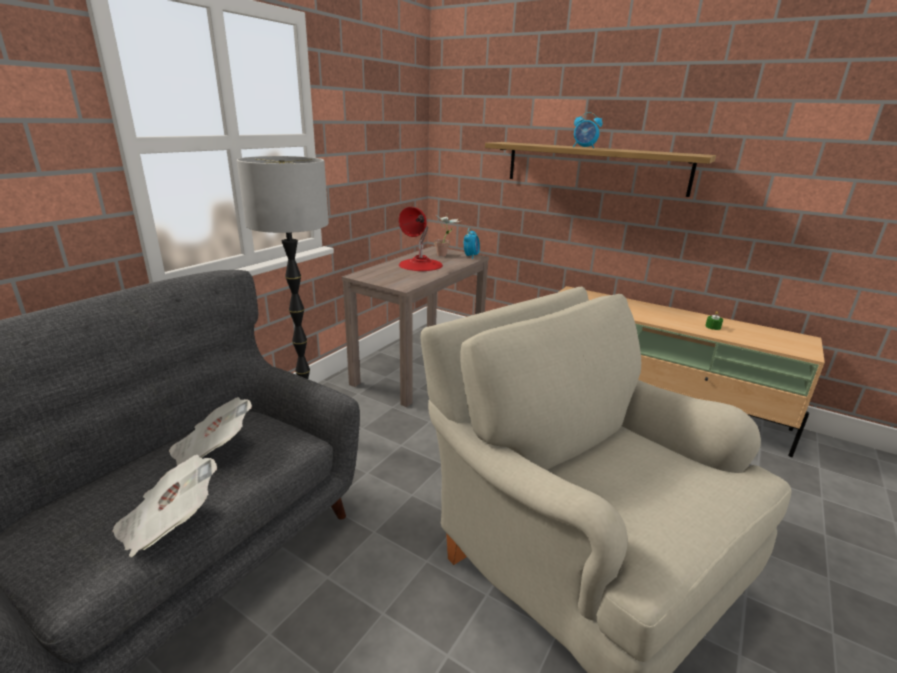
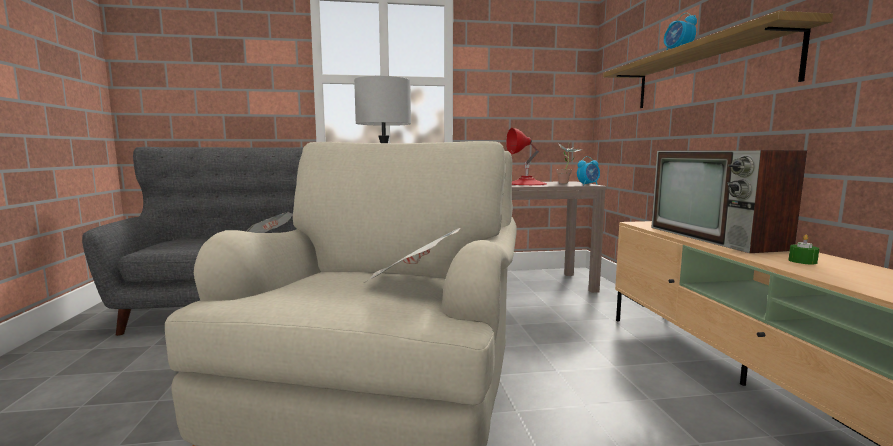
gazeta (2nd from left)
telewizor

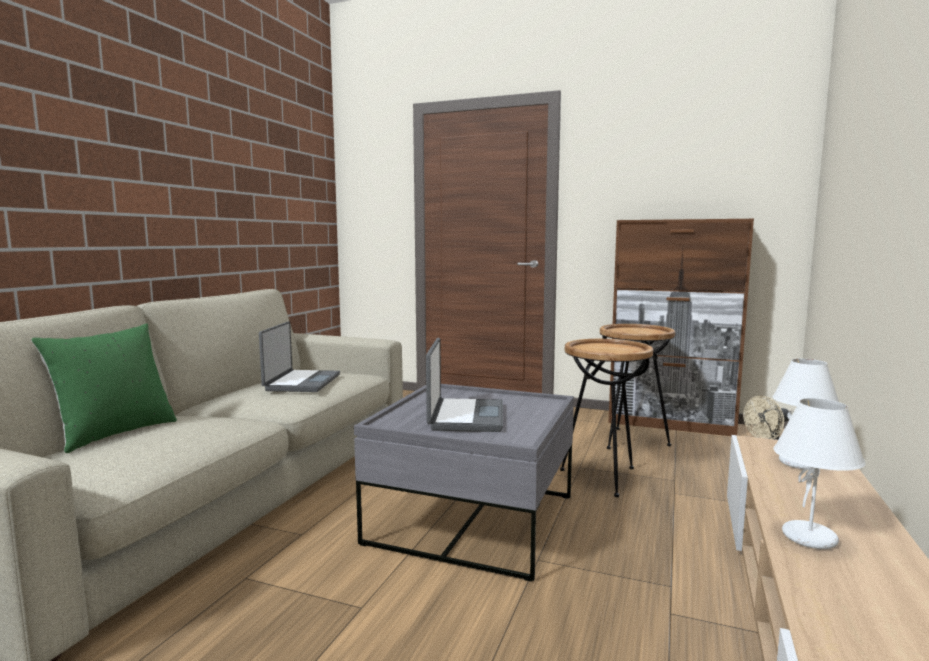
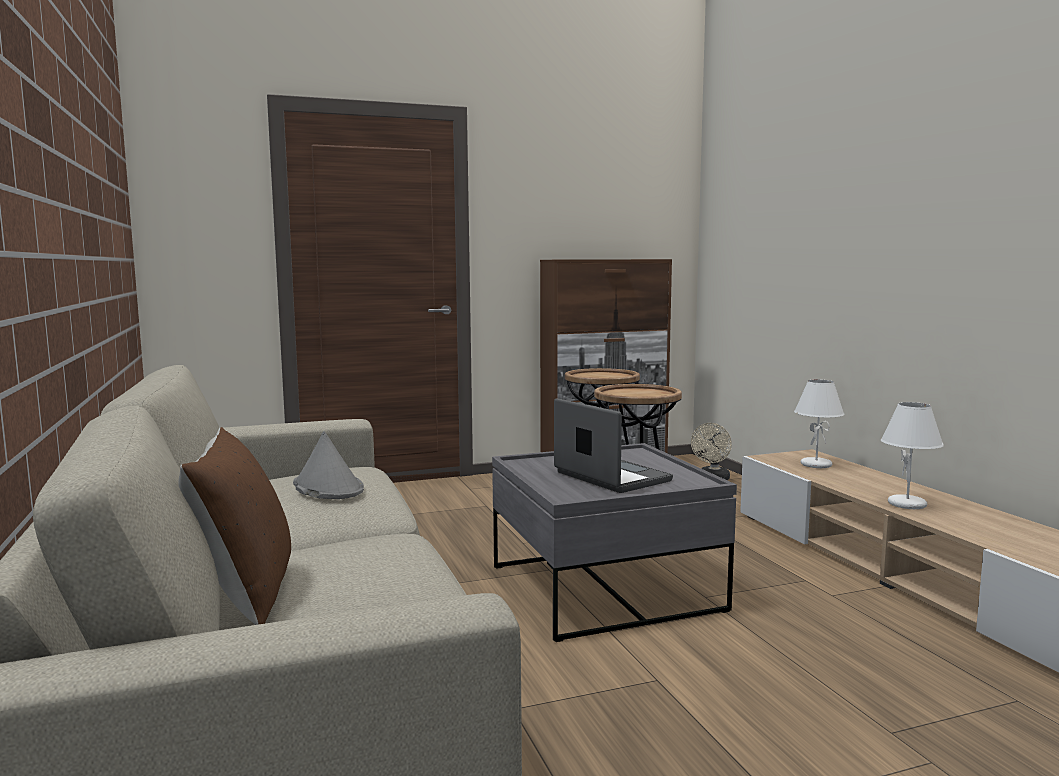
poduszka [brązowy]
kapelusz [szary]

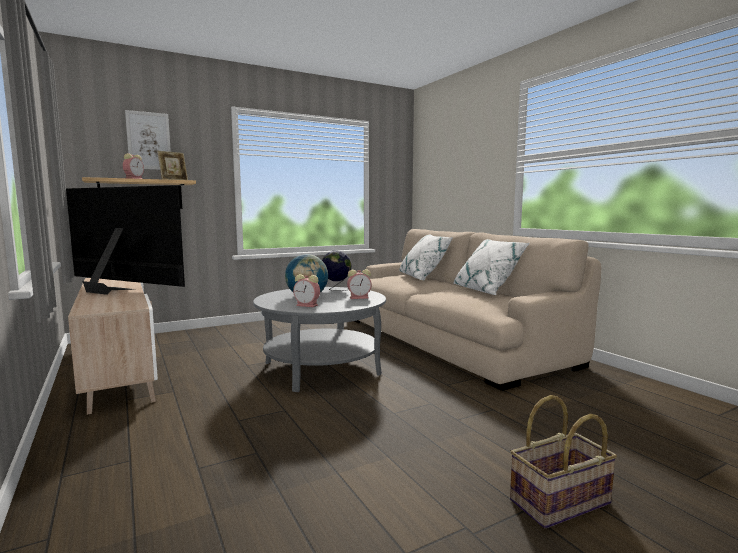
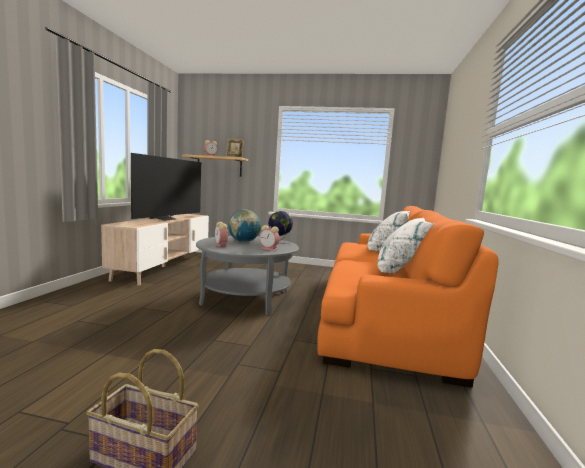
telewizor
obraz
kanapa [pomarańczowy]

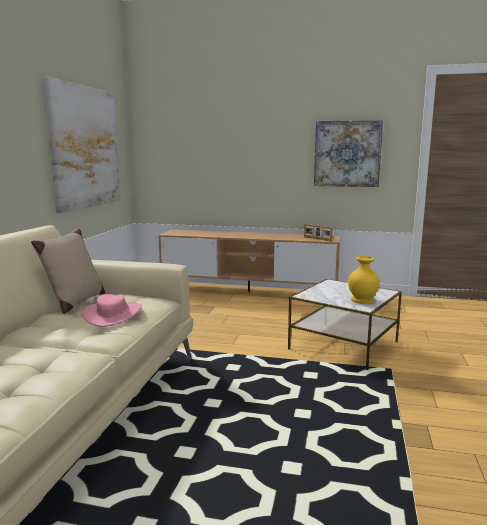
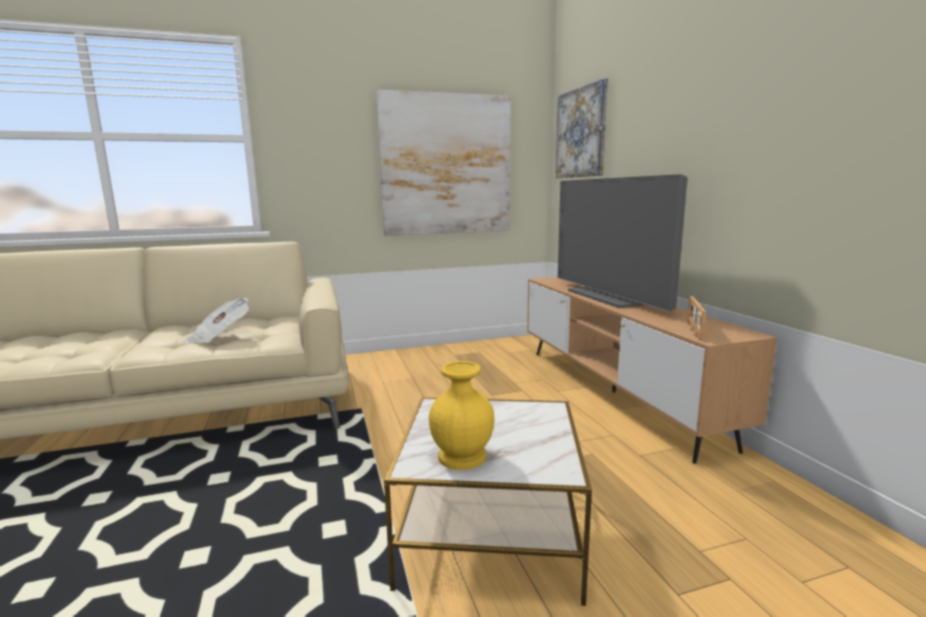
poduszka [beżowy]
gazeta
obraz (2nd from left)
telewizor

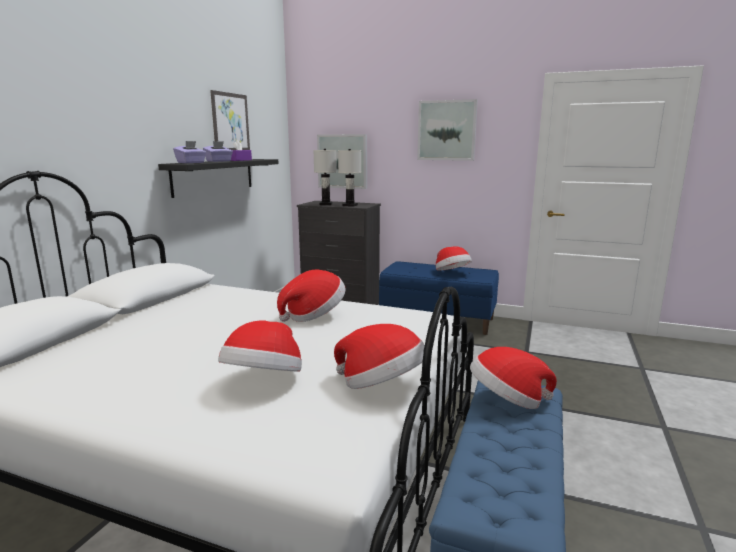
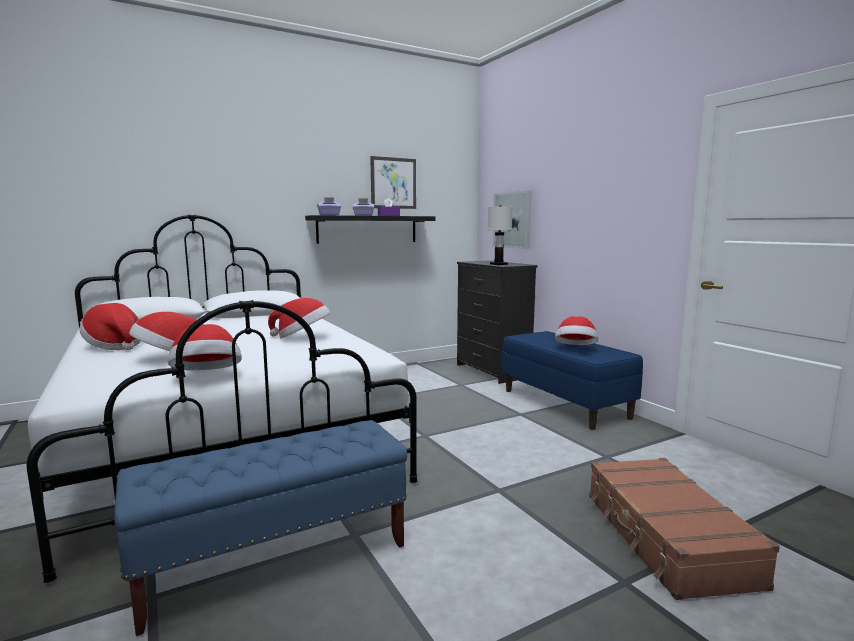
lampa stołowa [biały] (1st from left in the first image)
obraz (3rd from left in the first image)
kapelusz (1st from left)
walizka [brązowy]

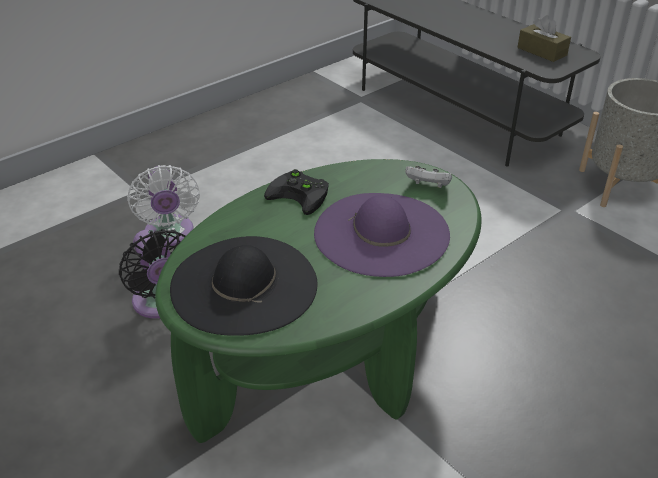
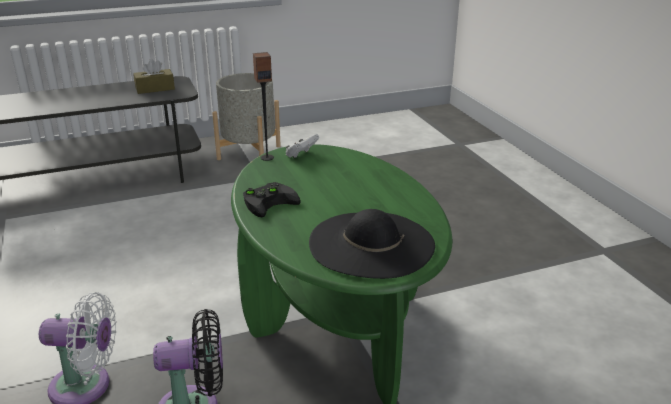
kapelusz [fioletowy]
głośnik

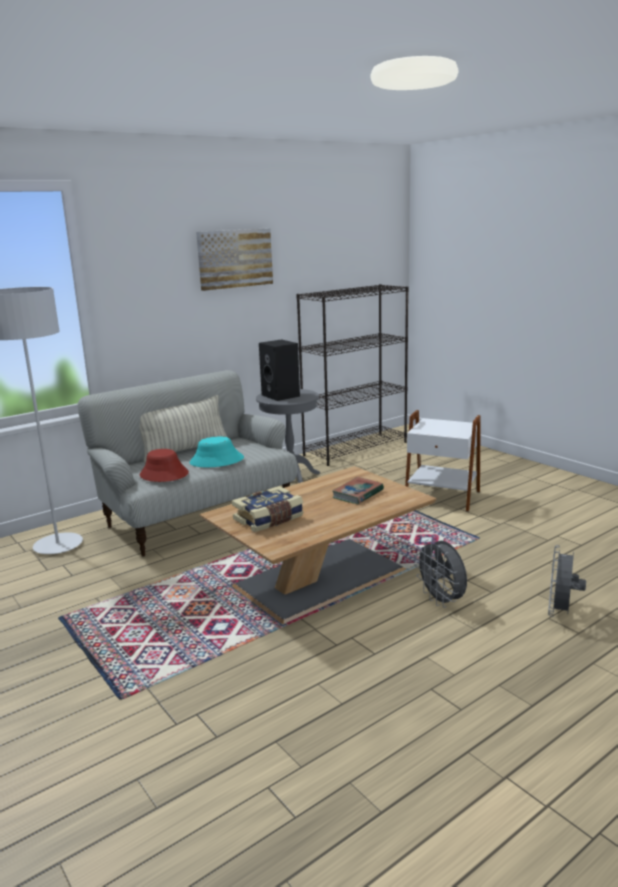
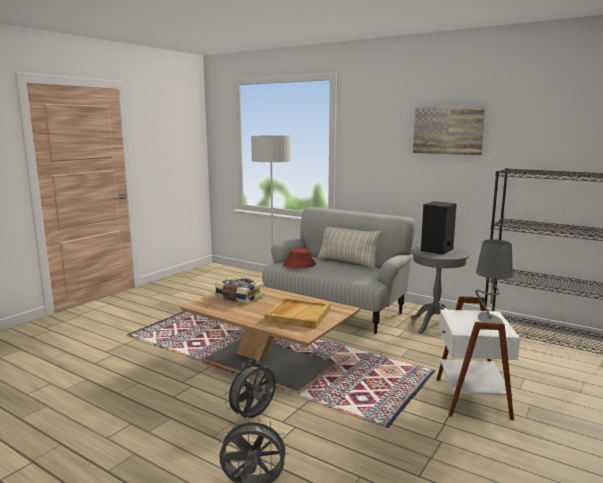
kapelusz [turkusowy]
taca [beżowy]
lampa stołowa [szary]

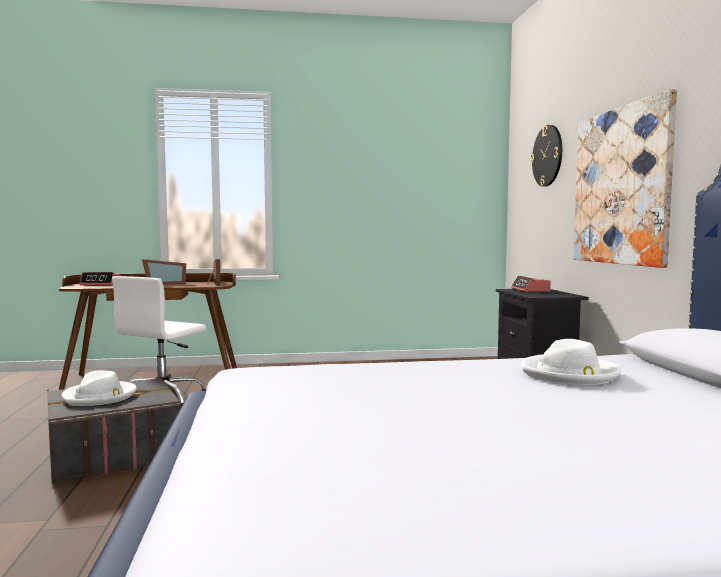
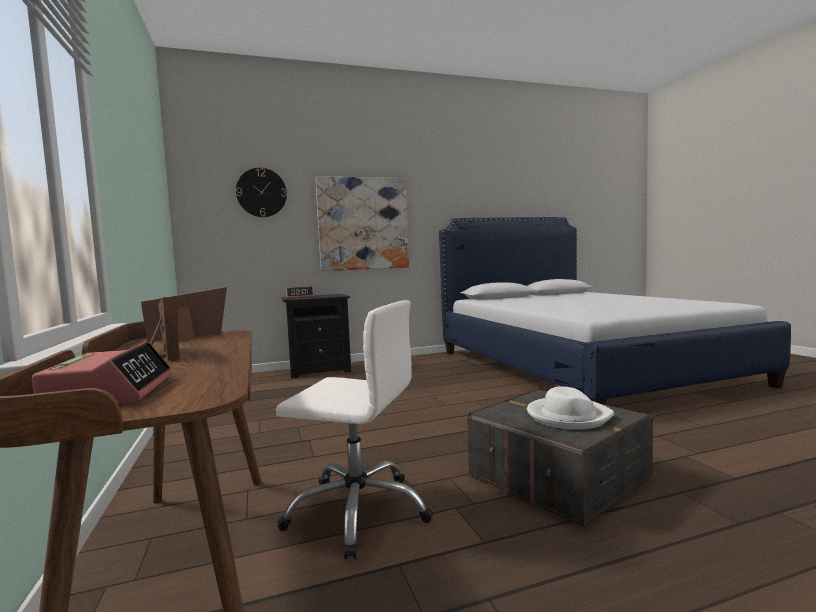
kapelusz [biały] (2nd from left in the first image)

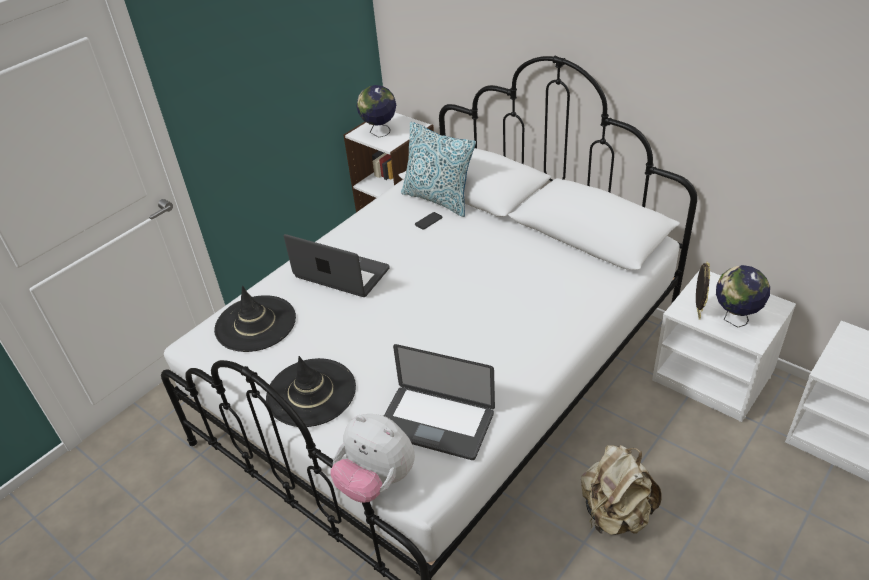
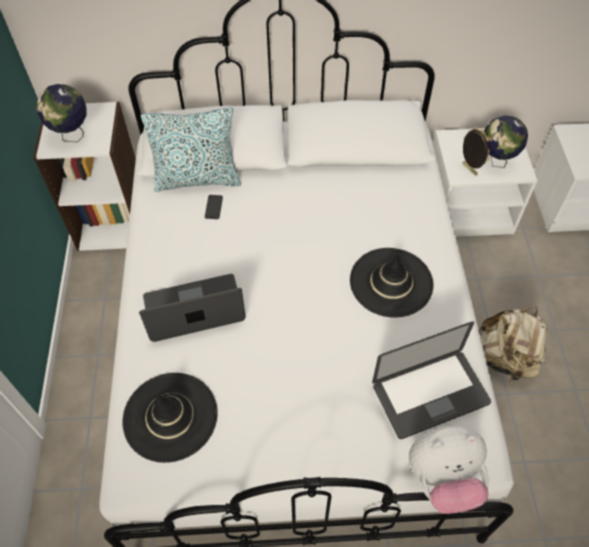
kapelusz [czarny] (2nd from left)

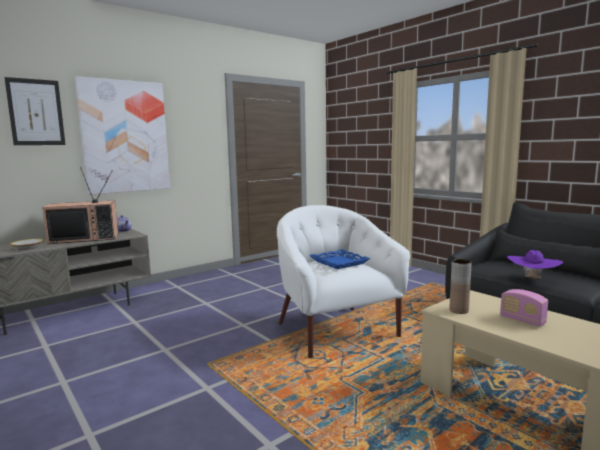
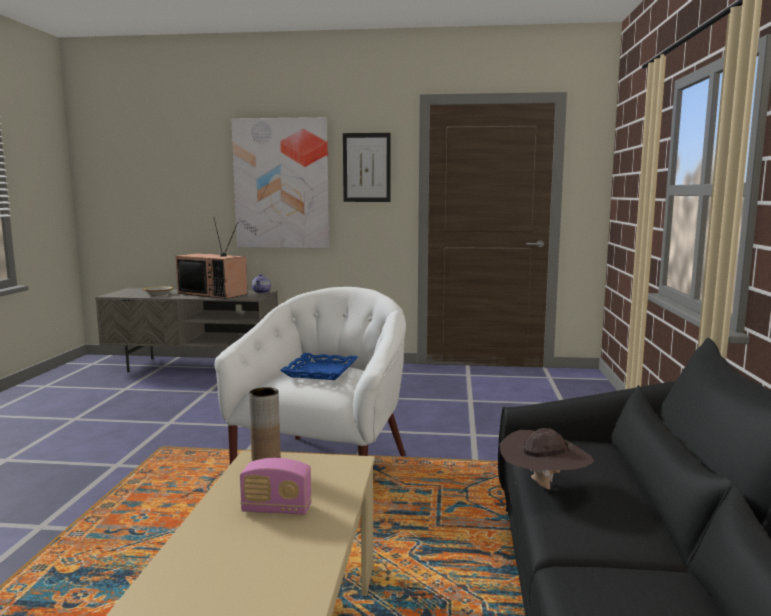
obraz (2nd from left)
radio
kapelusz [brązowy]

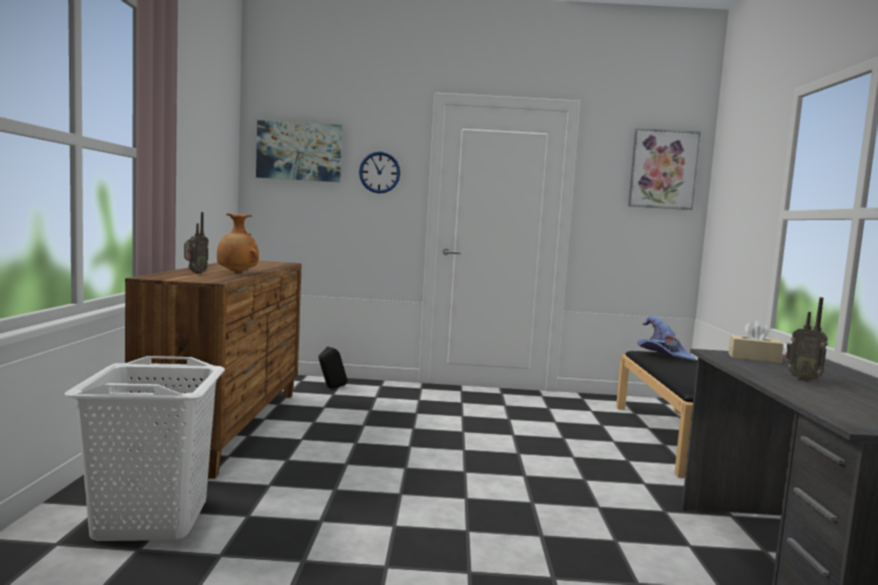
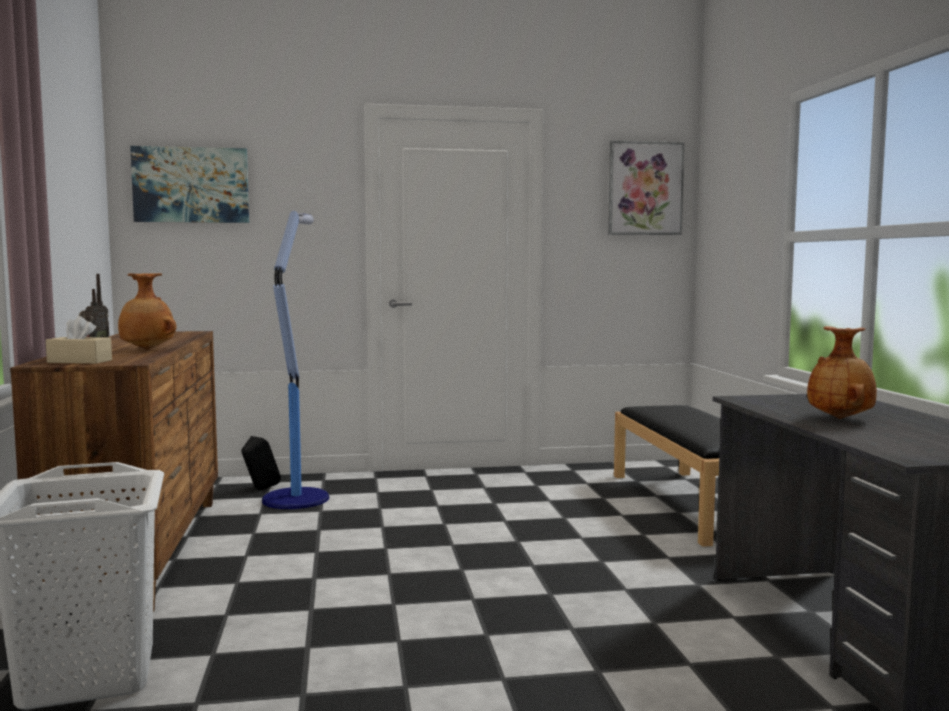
zegar ścienny
kapelusz [fioletowy]
pudełko chusteczek [beżowy]
wazon [brązowy] (2nd from left)
lampa stojąca

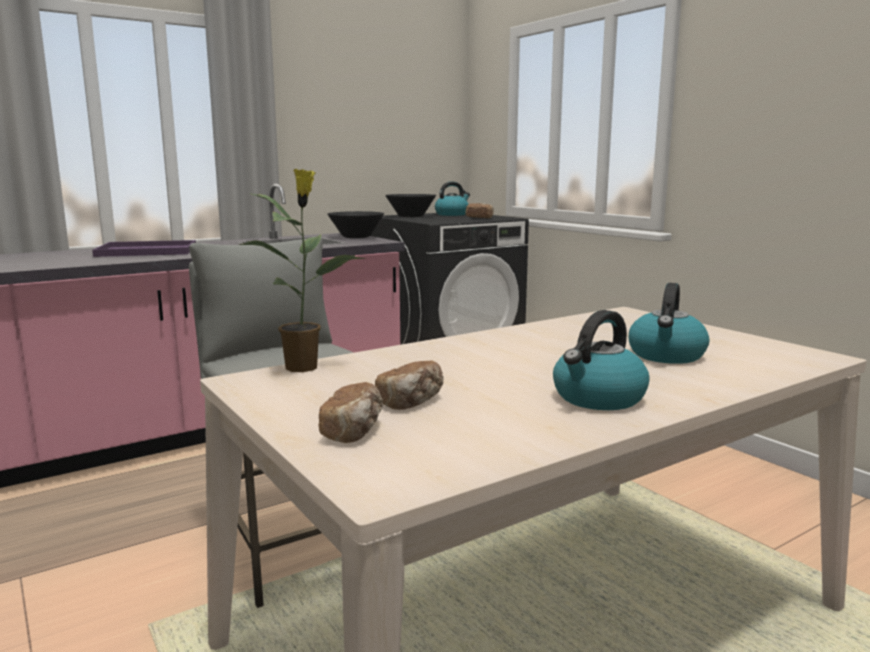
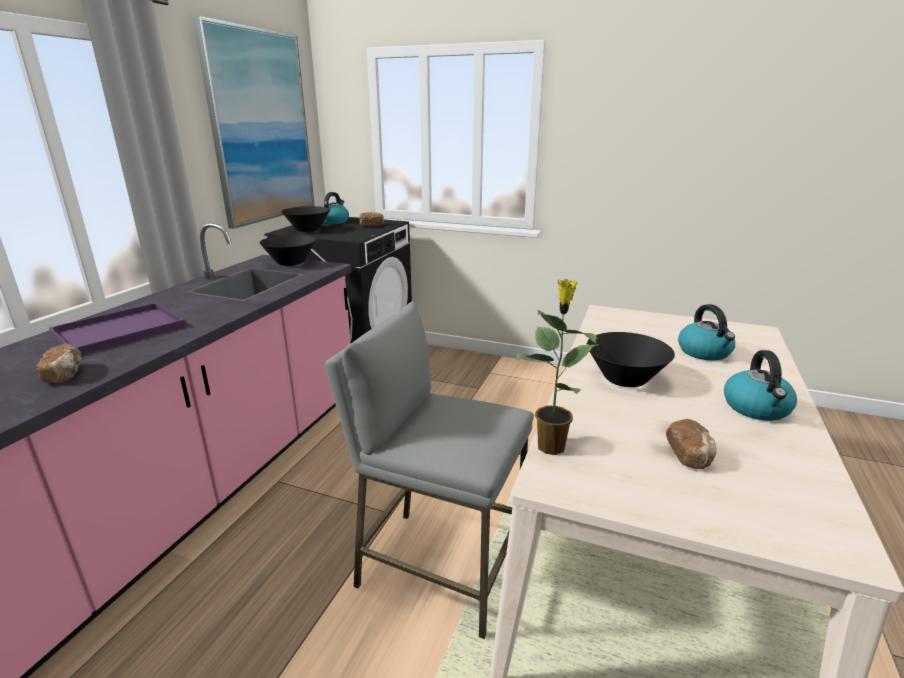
chleb (1st from left)
obraz
miska [czarny] (3rd from left)

